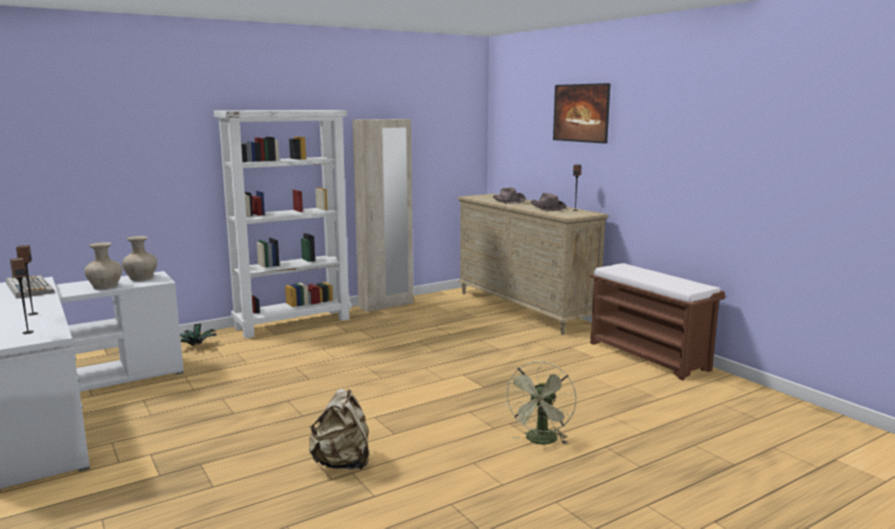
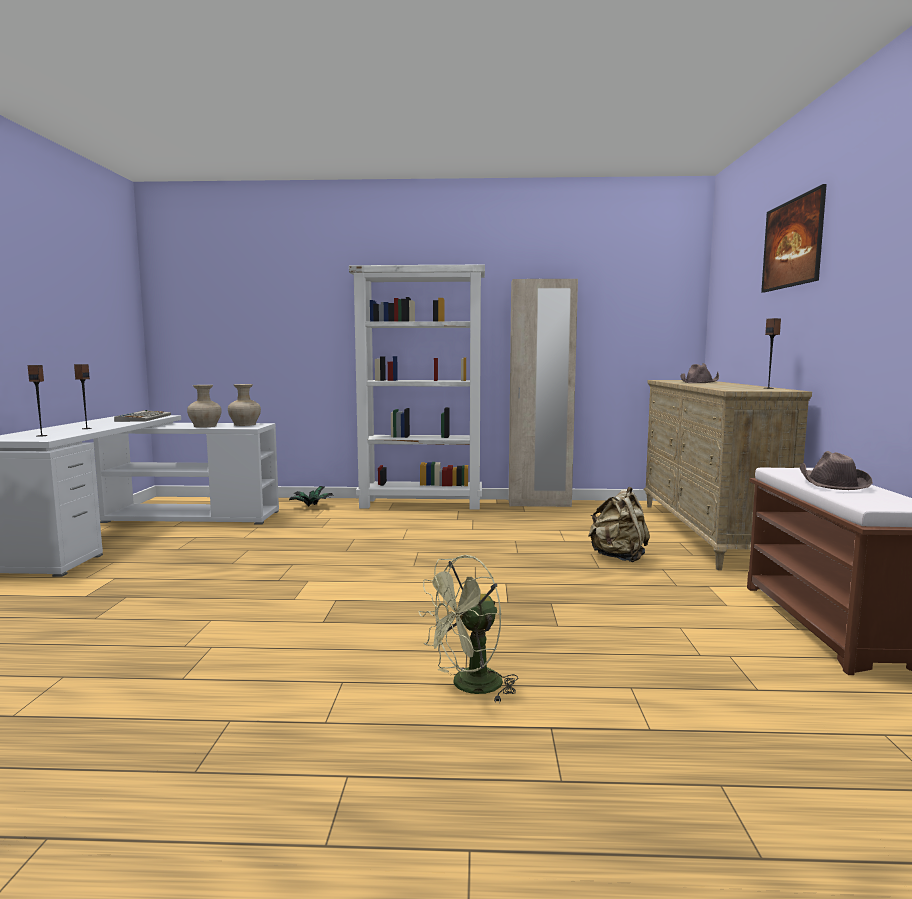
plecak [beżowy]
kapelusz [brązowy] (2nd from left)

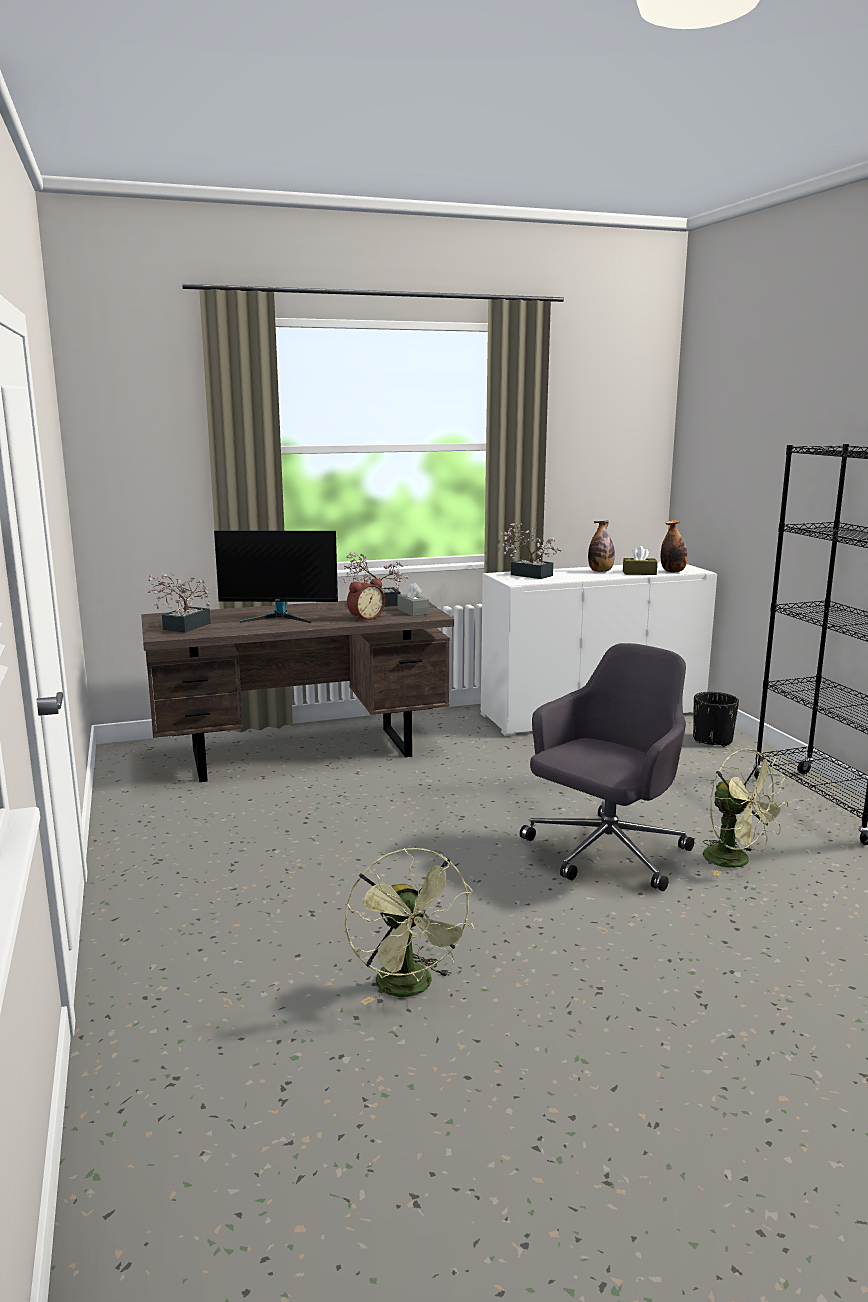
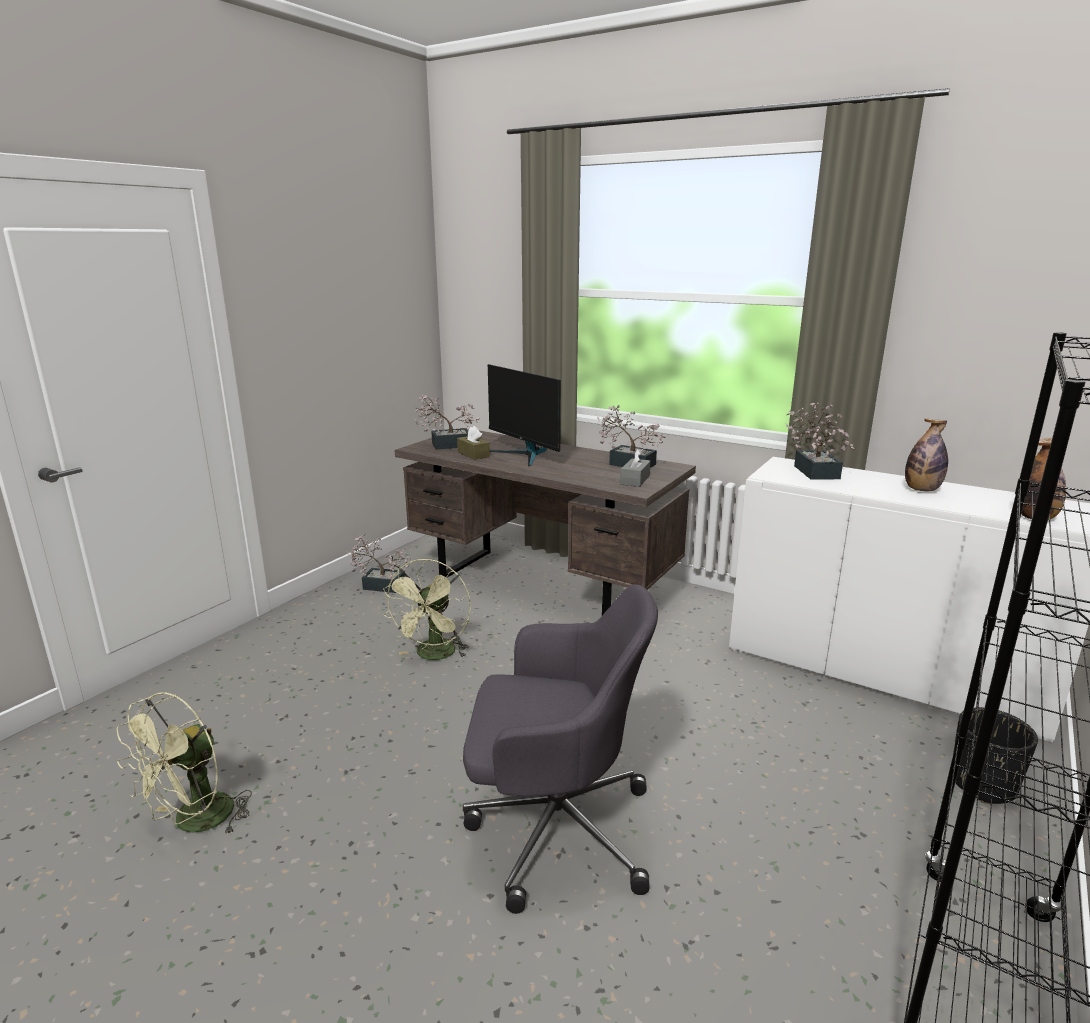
budzik
pudełko chusteczek [brązowy]
wentylator [zielony] (2nd from left)
roślina doniczkowa (1st from left)

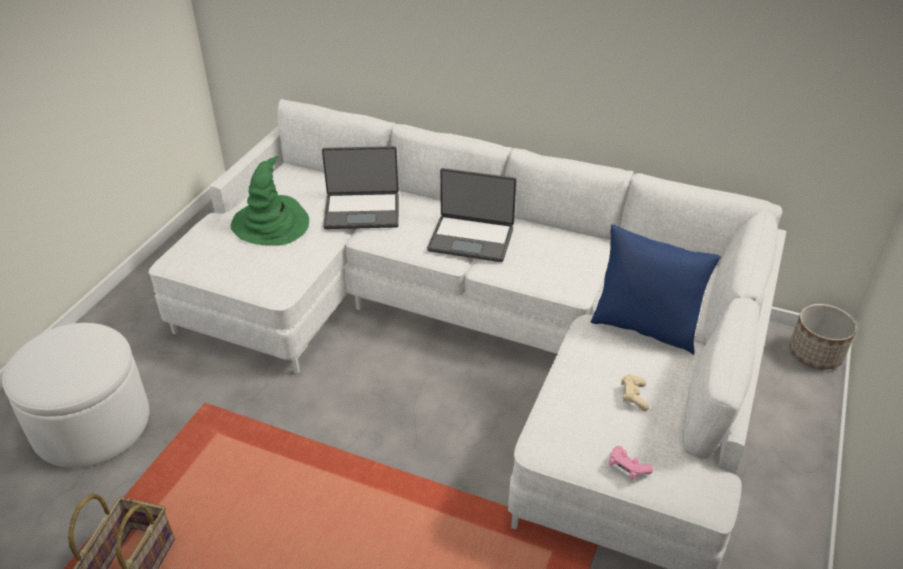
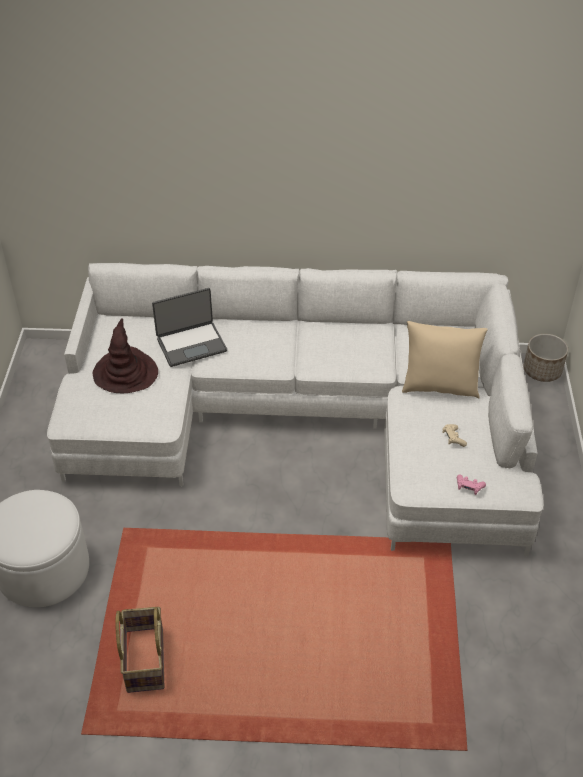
kapelusz [brązowy]
laptop (2nd from left in the first image)
poduszka [beżowy]

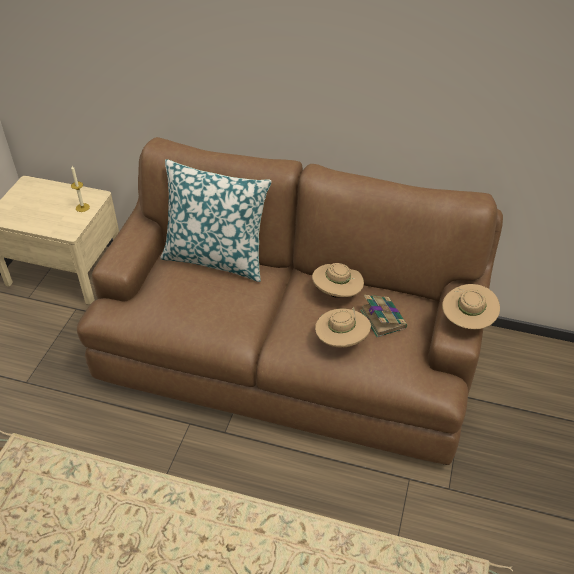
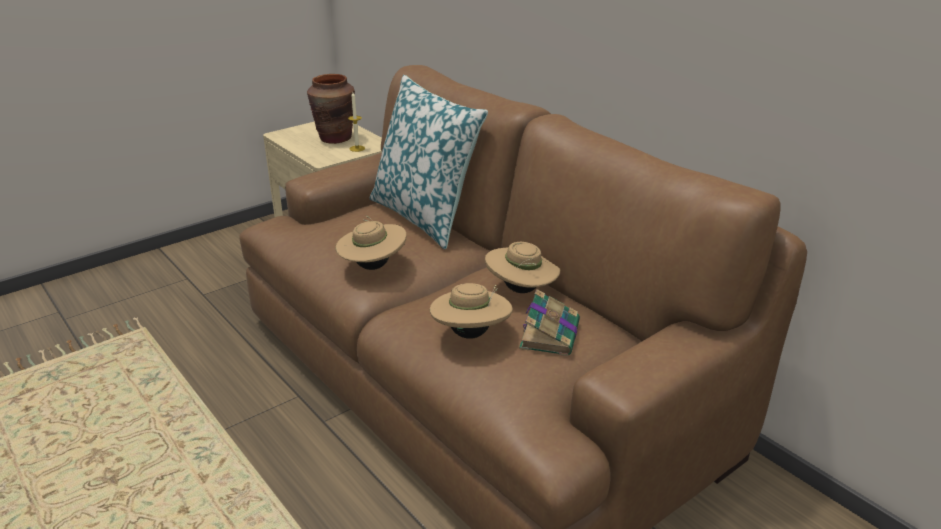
kapelusz [beżowy] (1st from left)
wazon [brązowy]

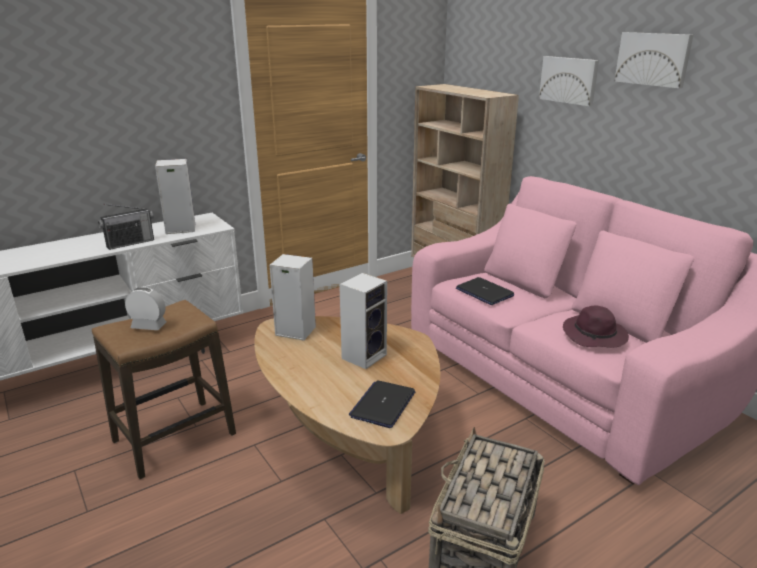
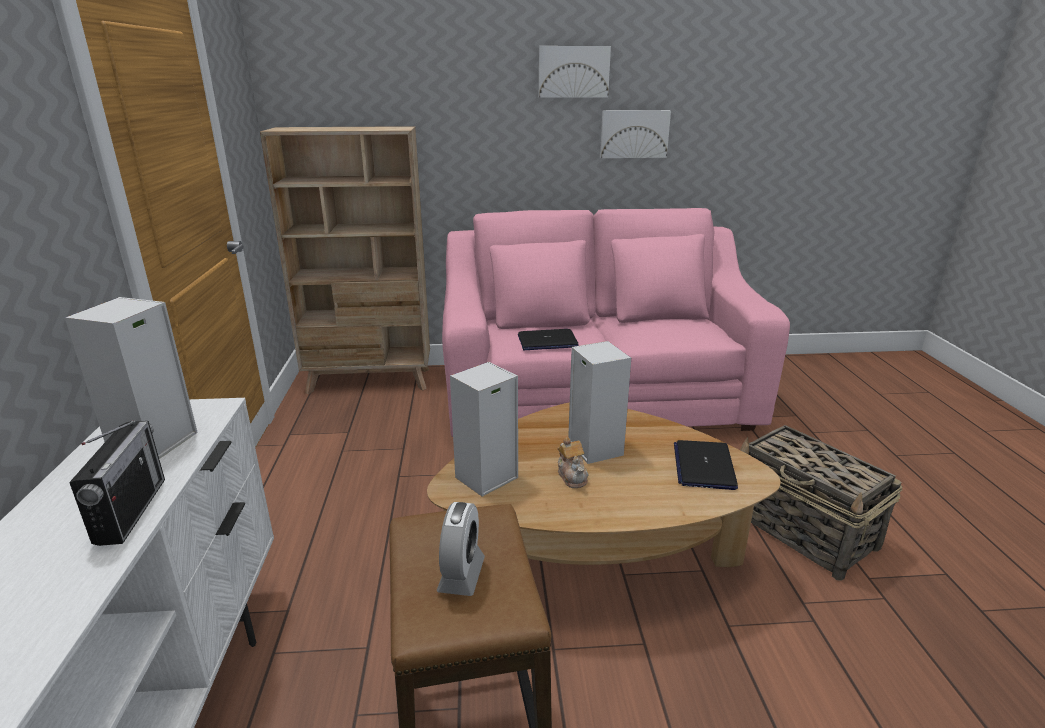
budzik
laptop (2nd from left)
obraz (2nd from left)
kapelusz [fioletowy]
imbryk

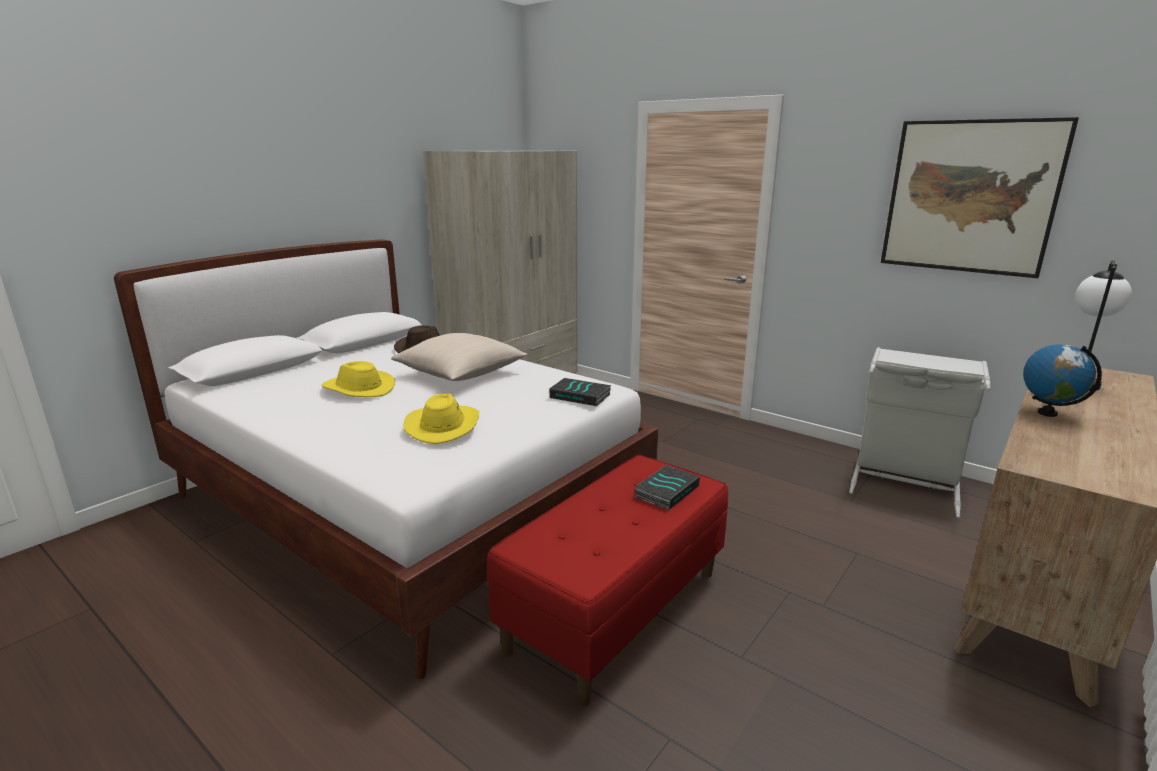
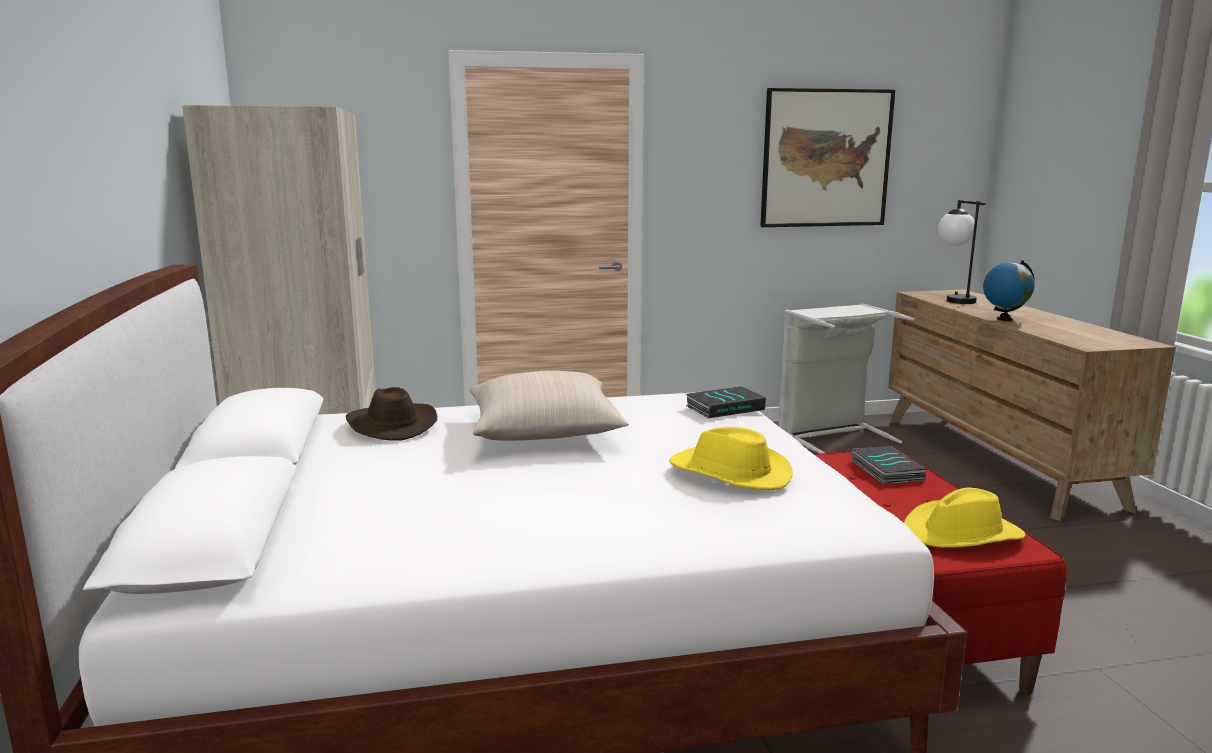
kapelusz [żółty] (2nd from left)

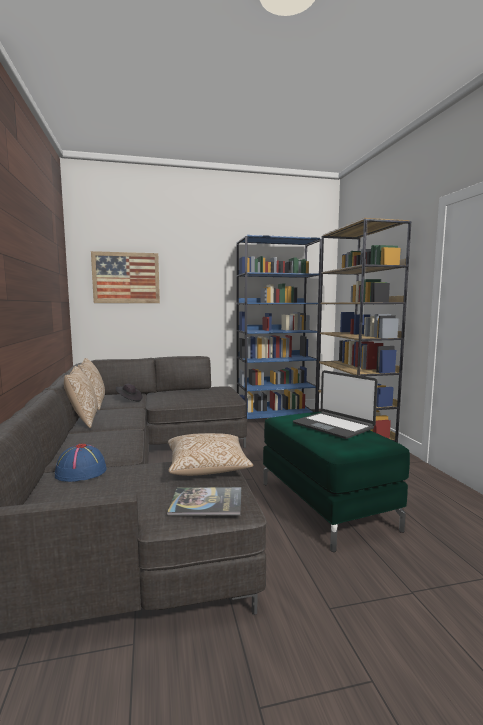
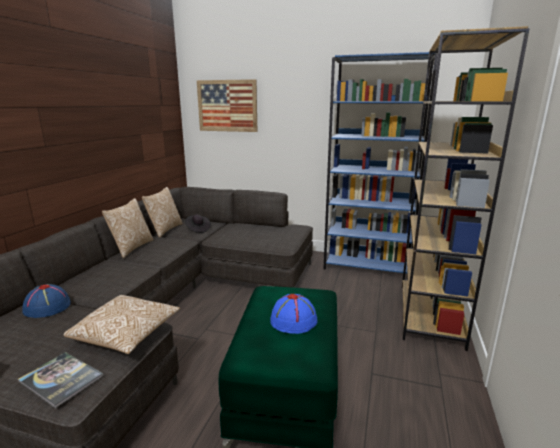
kapelusz [niebieski] (2nd from left)

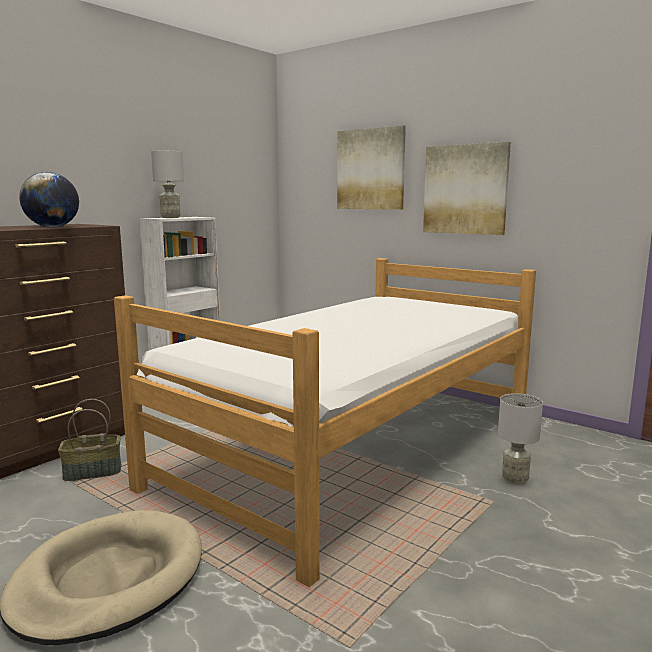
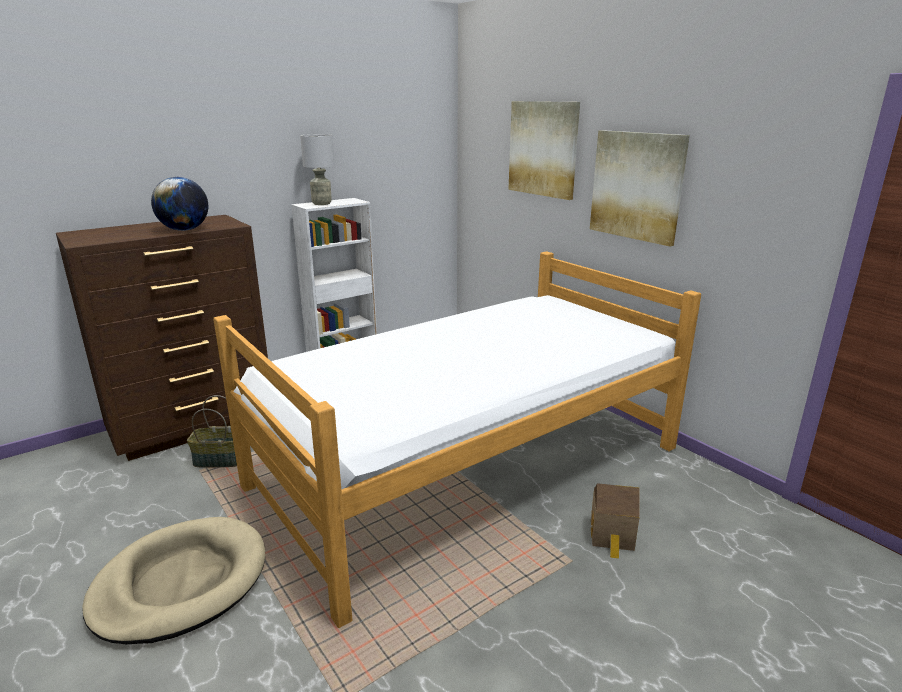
domek

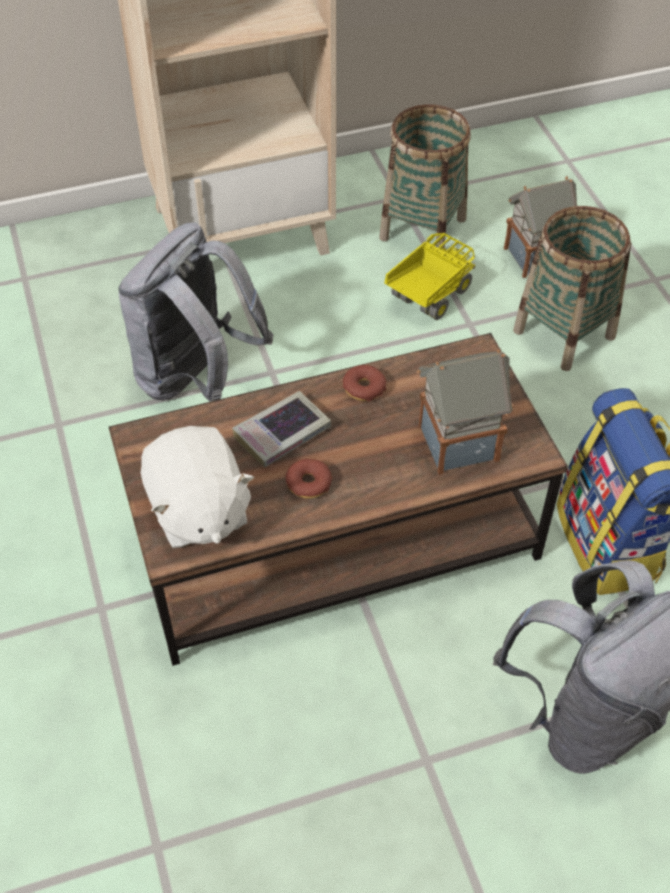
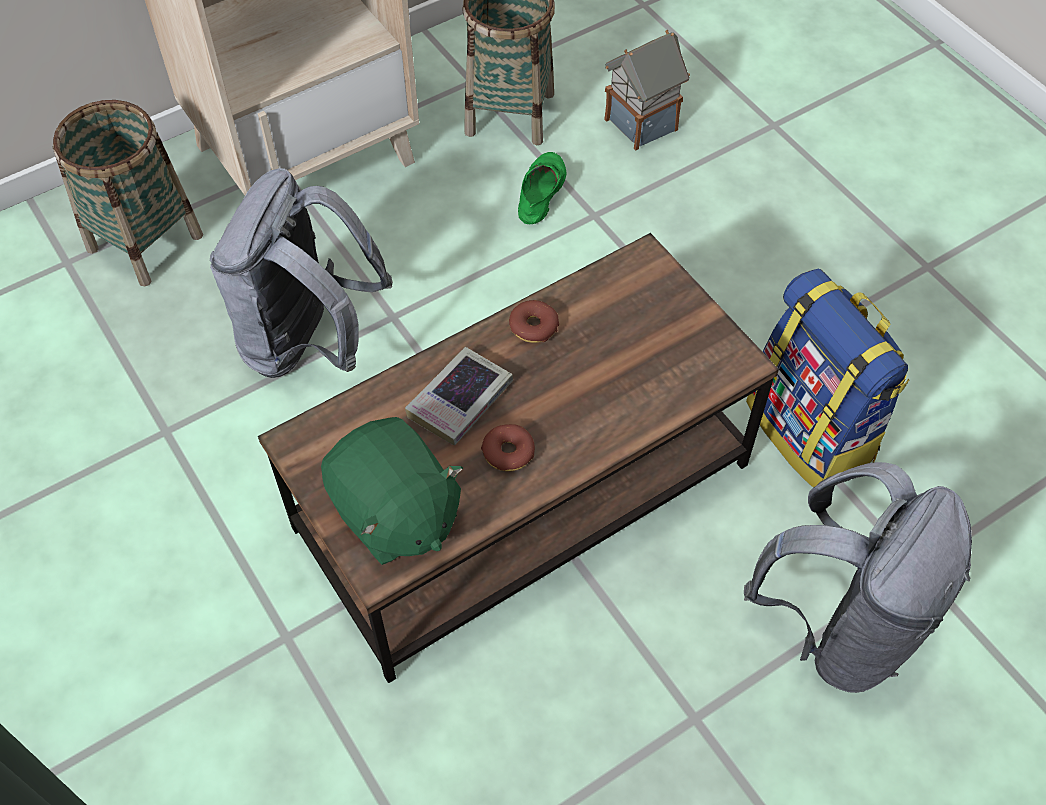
pluszak [zielony]
but [zielony]
domek (1st from left in the first image)
koszyk (1st from left)

